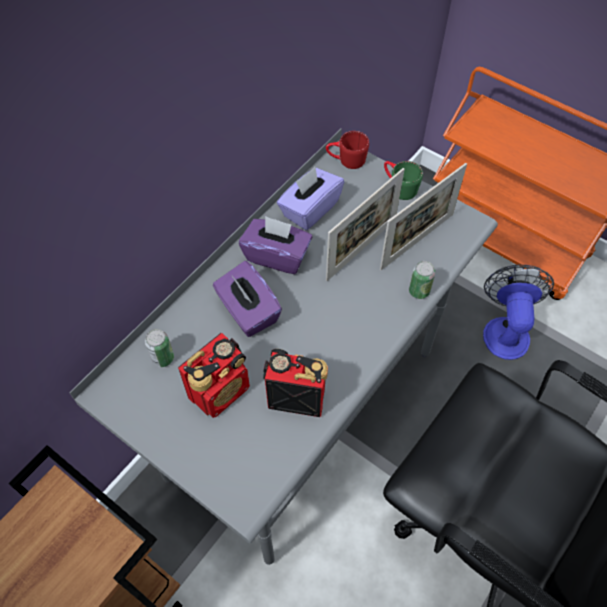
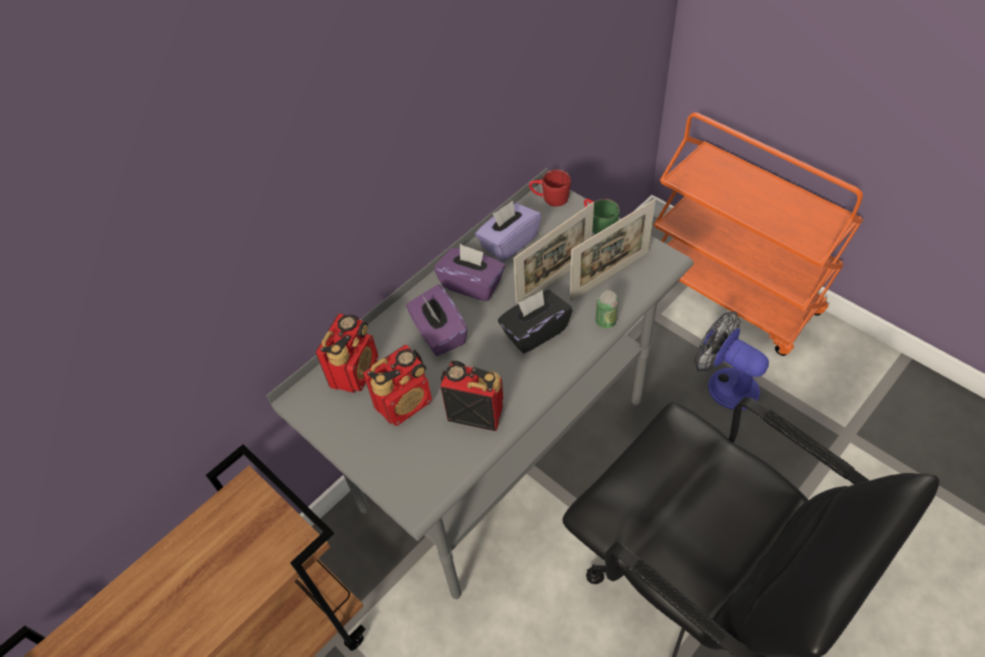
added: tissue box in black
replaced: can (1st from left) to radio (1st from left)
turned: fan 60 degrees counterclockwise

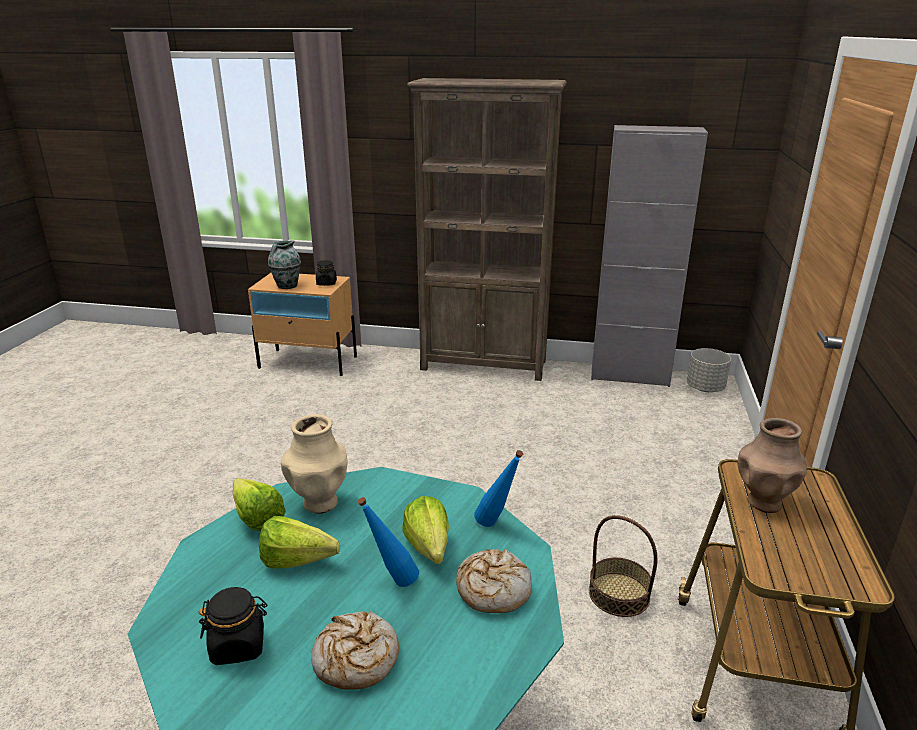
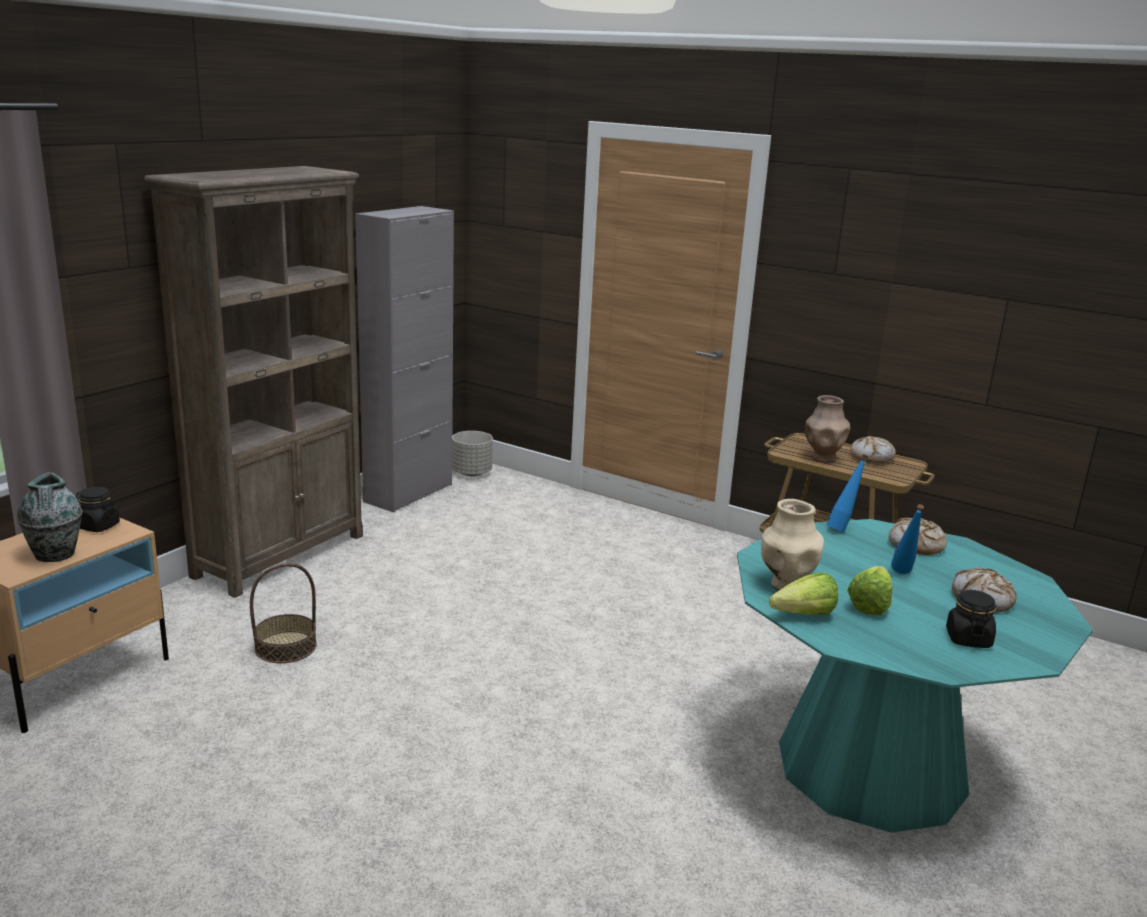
removed: lettuce (3rd from left)
added: bread (1st from left)
moved: basket

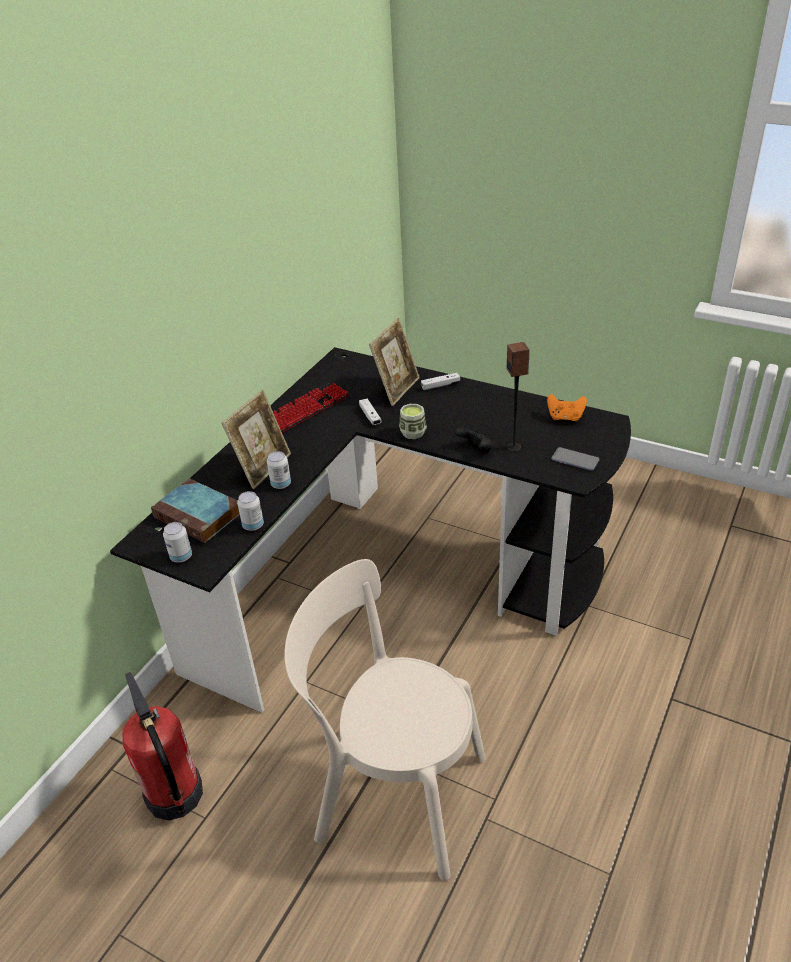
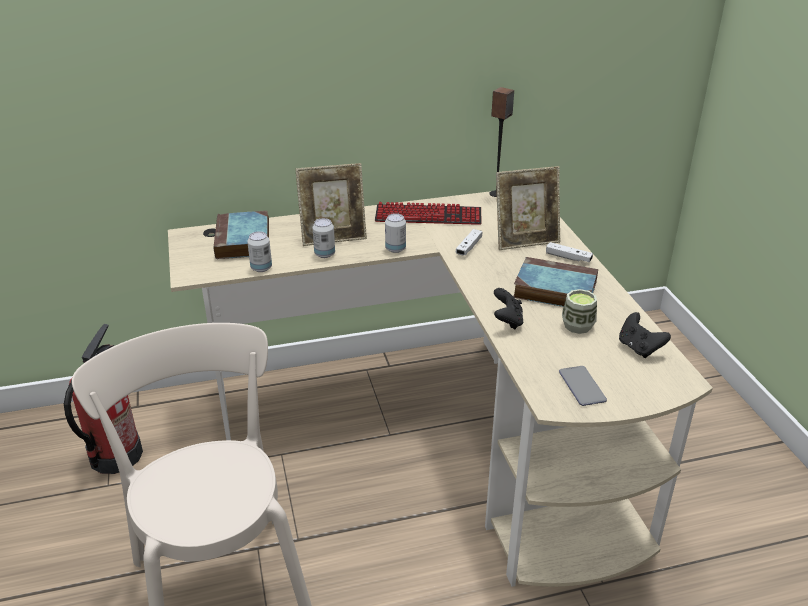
added: book (2nd from left)
moved: can (1st from left in the first image) to can (3rd from left); speaker; cup
recoloured: desk in black to desk in beige; game controller in orange to game controller in black (2nd from left)

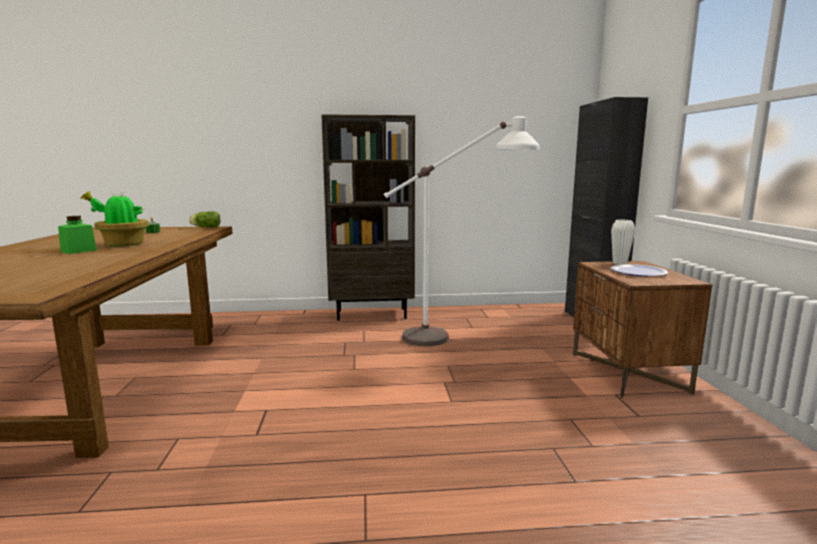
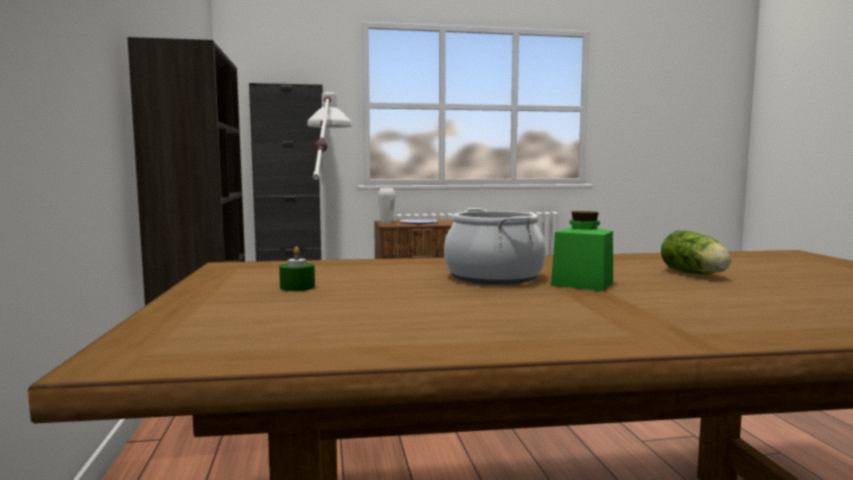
moved: lettuce
replaced: potted plant to cooking pot

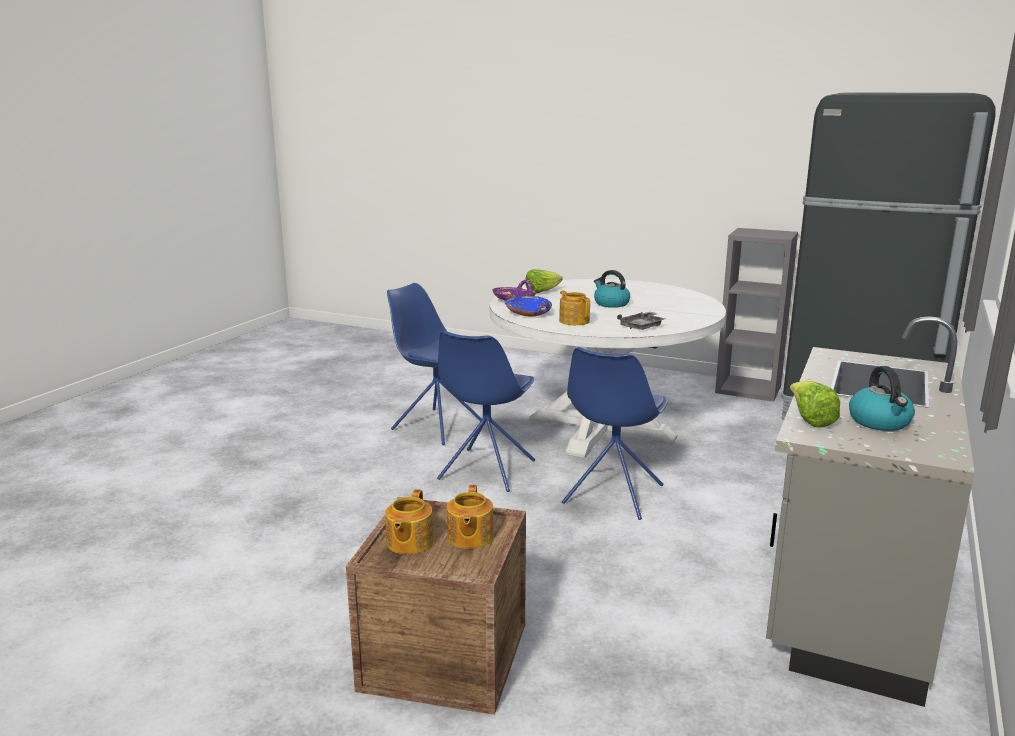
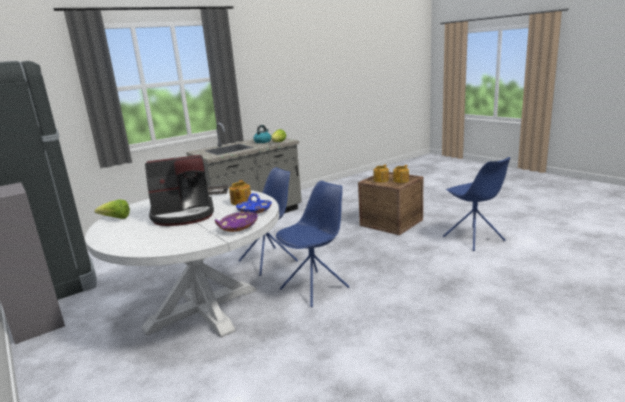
moved: lettuce (1st from left); chair in blue (1st from left in the first image) to chair in blue (3rd from left)
replaced: kettle (1st from left) to coffee machine

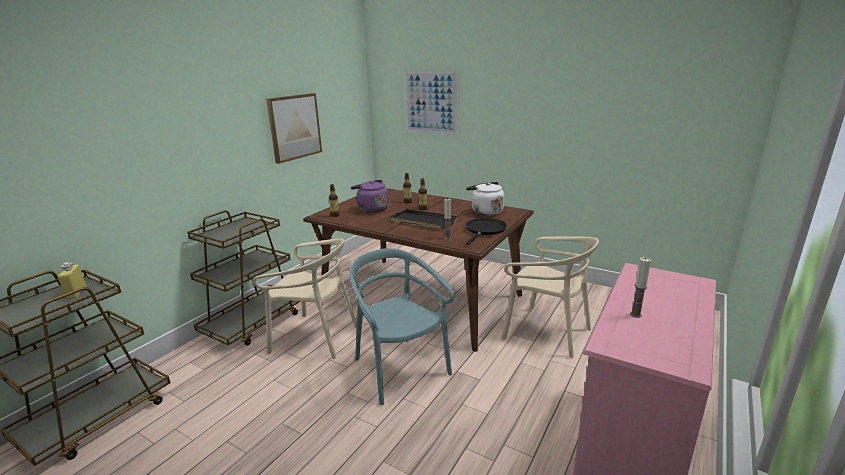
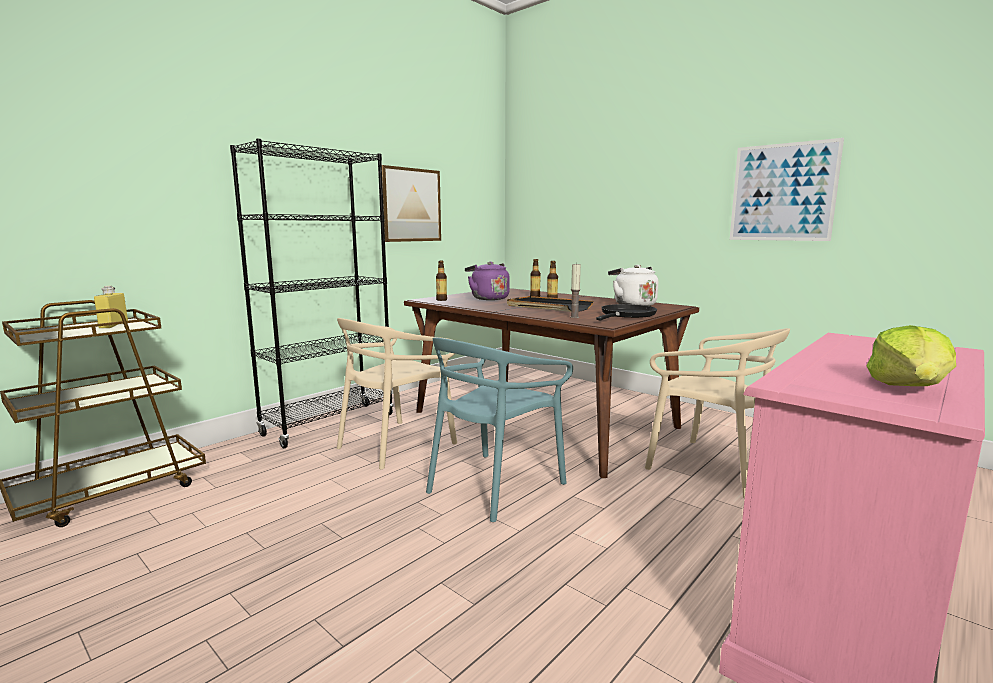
removed: candle (2nd from left)
added: lettuce
moved: picture (2nd from left)
replaced: cart in brown (2nd from left) to bookcase in black
turned: chair in beige (1st from left) 105 degrees clockwise; chair in turquoise 120 degrees counterclockwise

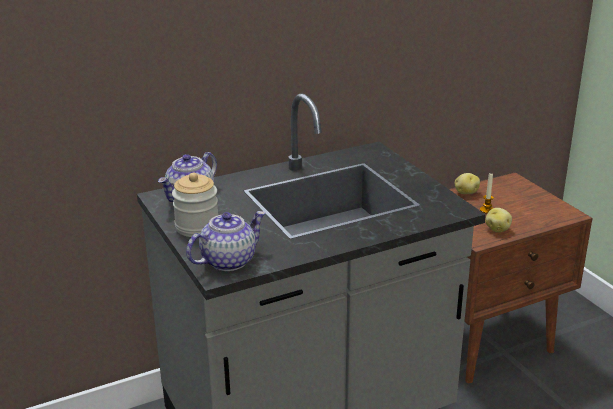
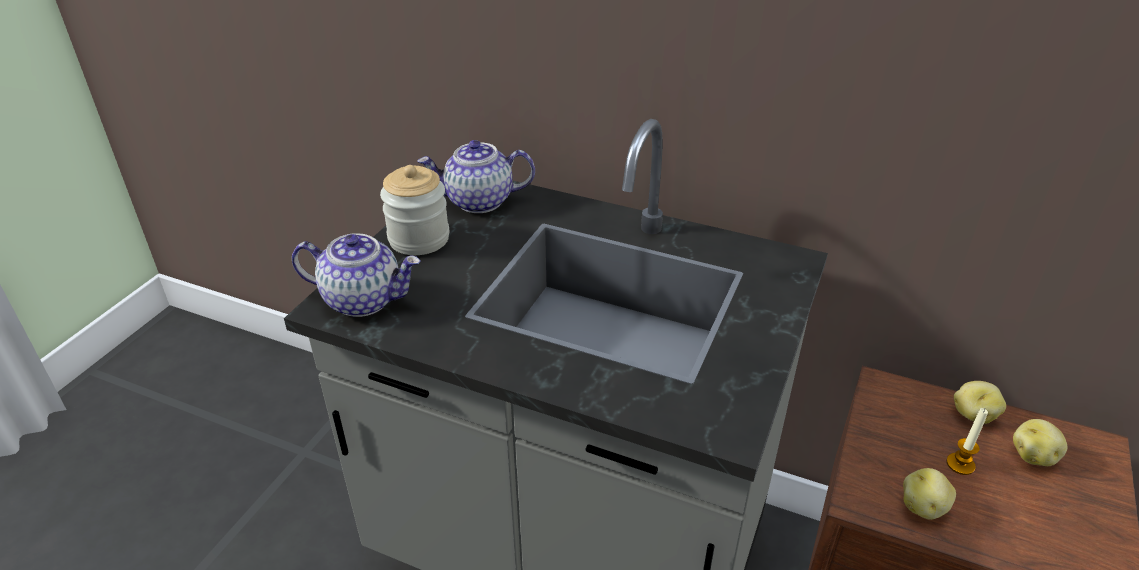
added: potato (3rd from left)

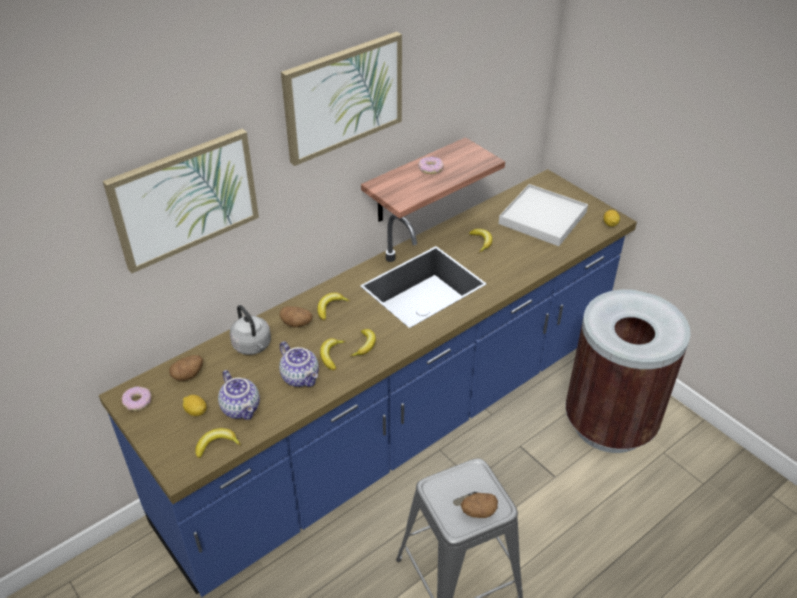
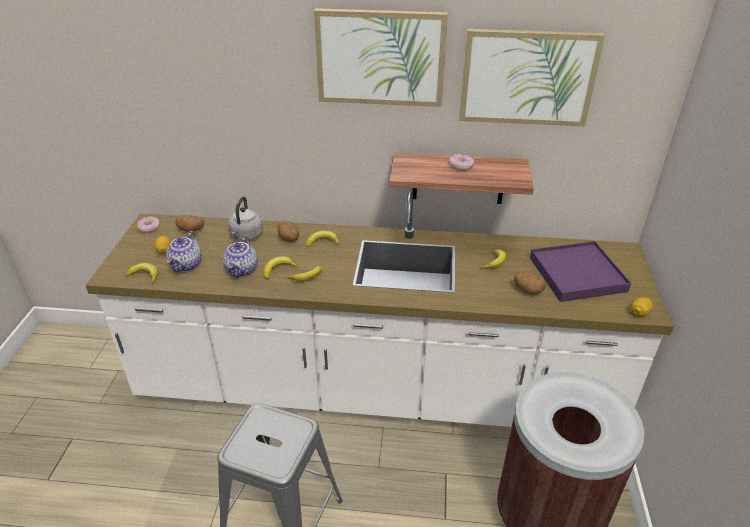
moved: picture (1st from left in the first image) to picture (2nd from left); potato (3rd from left)
recoloured: counter in blue to counter in white; tray in white to tray in purple

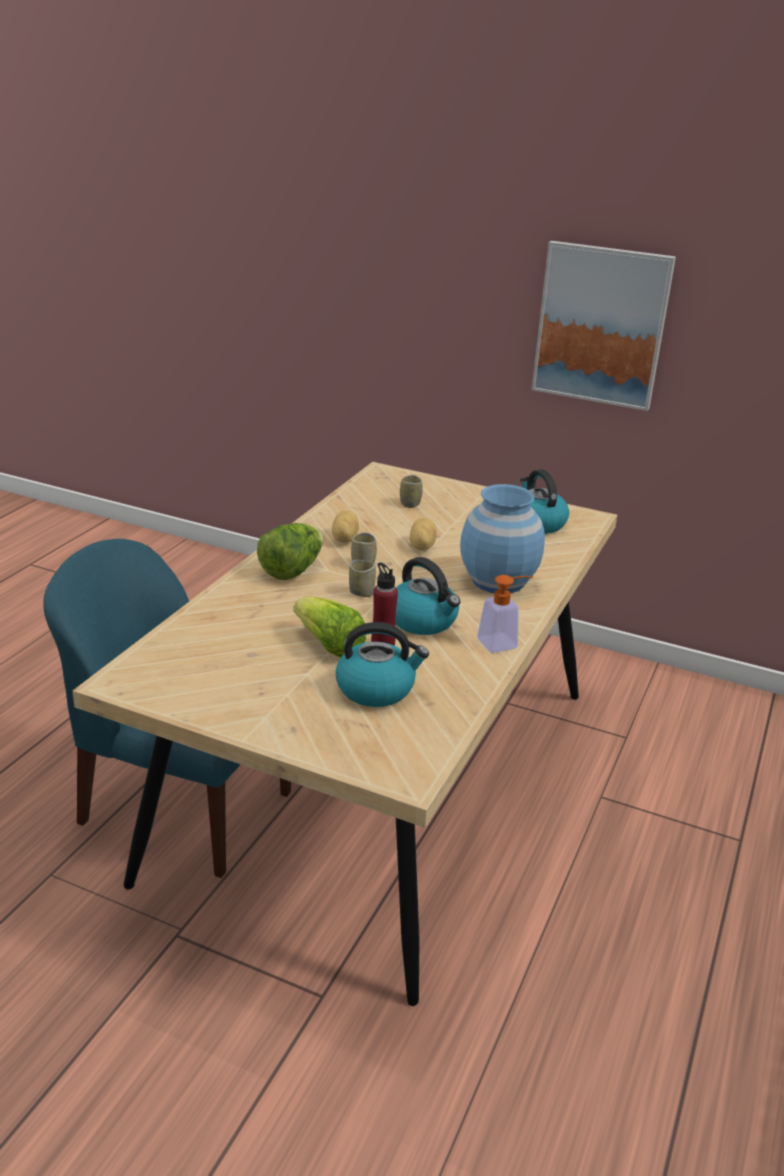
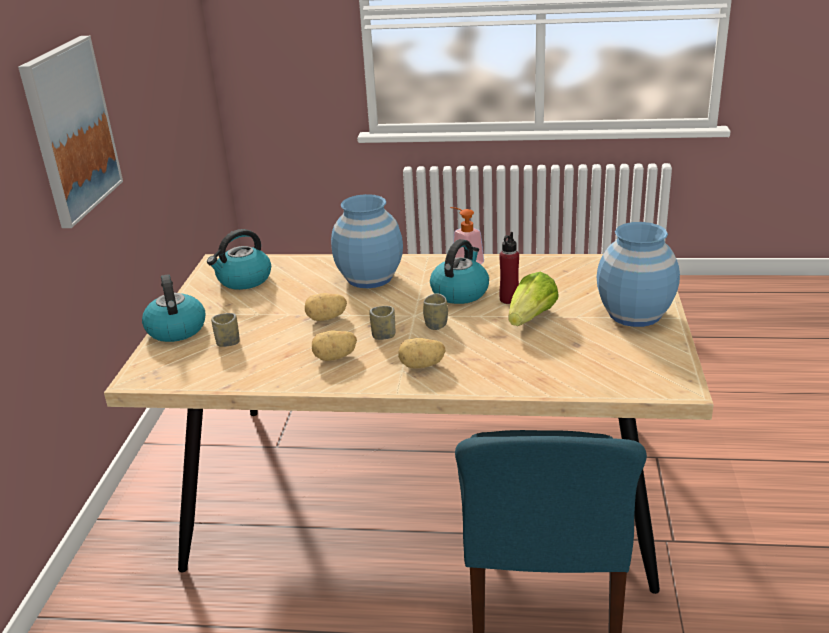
added: vase in blue (2nd from left)
moved: kettle (1st from left)
replaced: lettuce (1st from left) to potato (3rd from left)

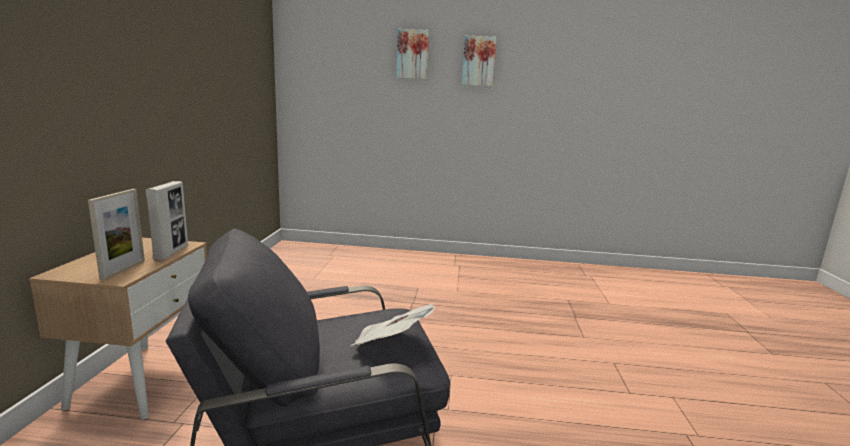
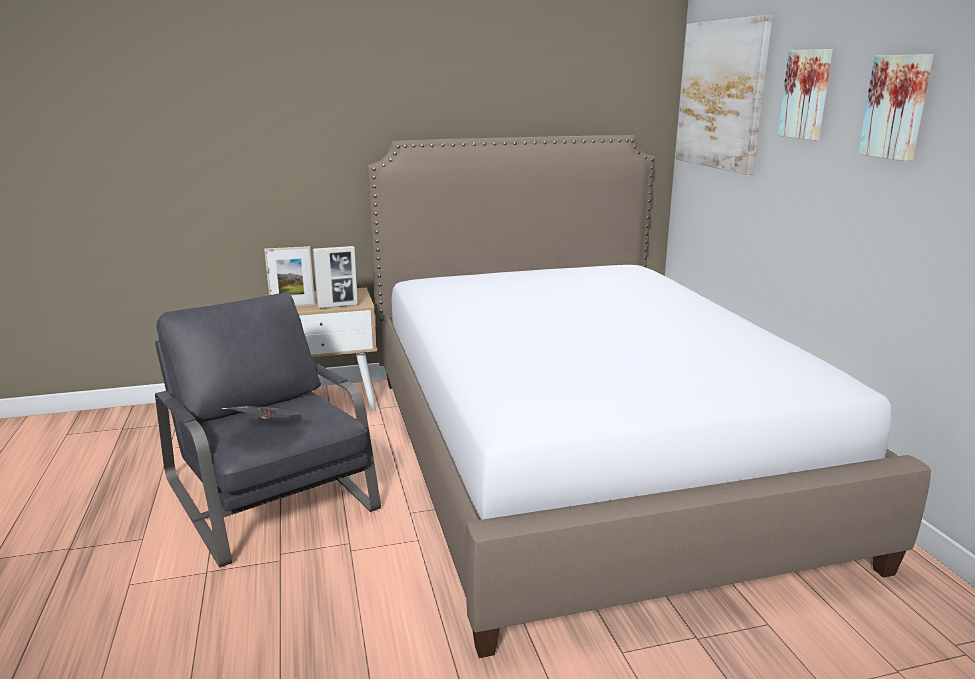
added: bed; picture (1st from left)

